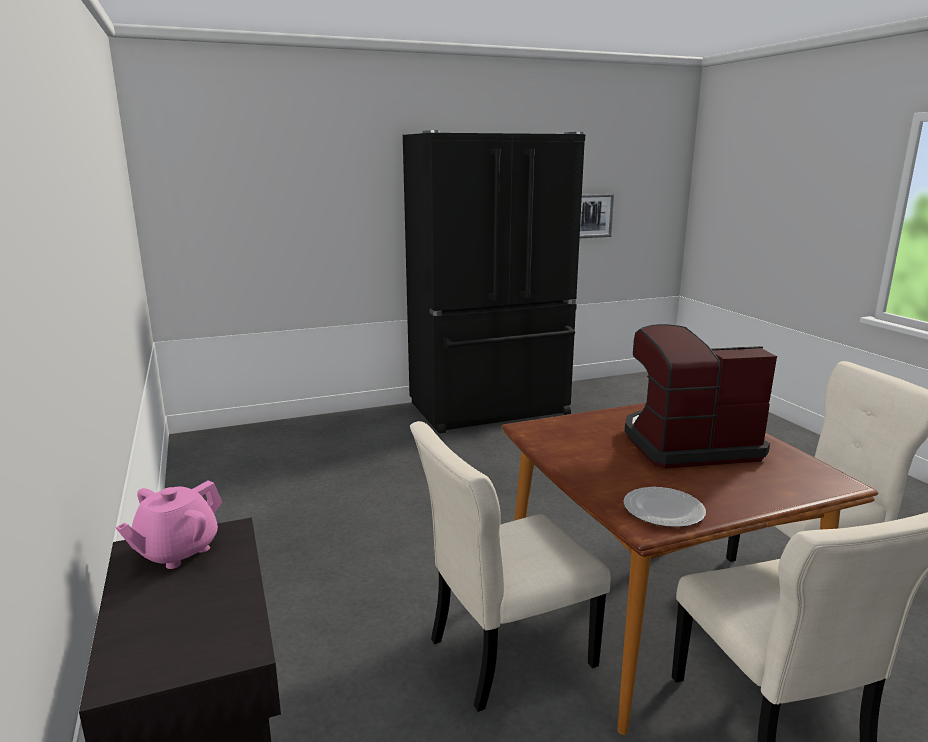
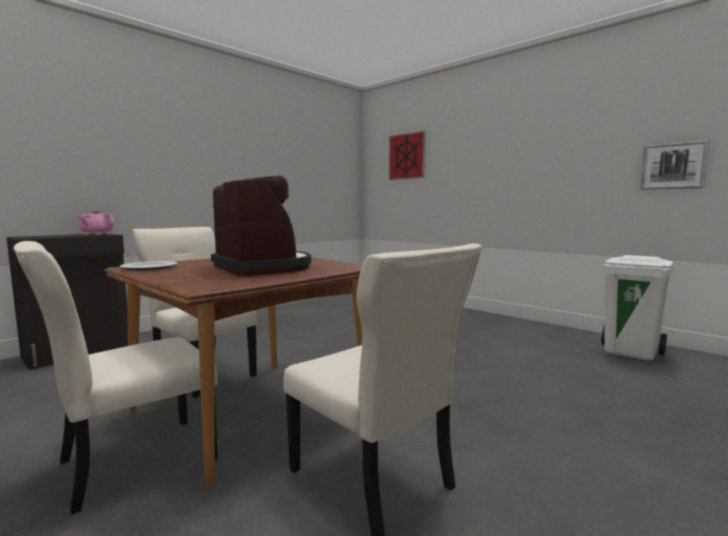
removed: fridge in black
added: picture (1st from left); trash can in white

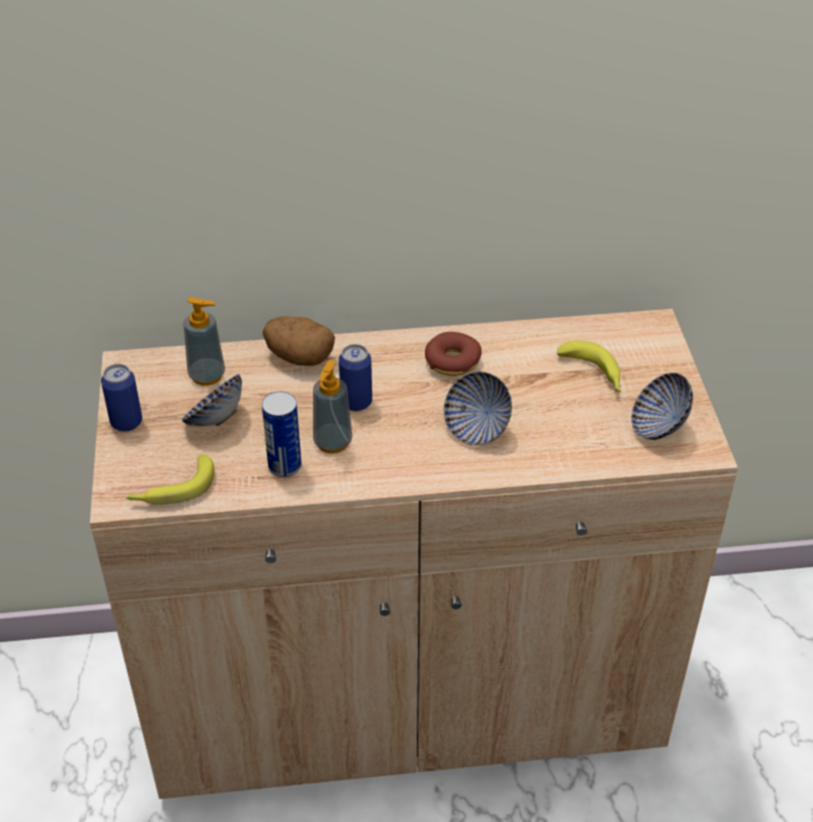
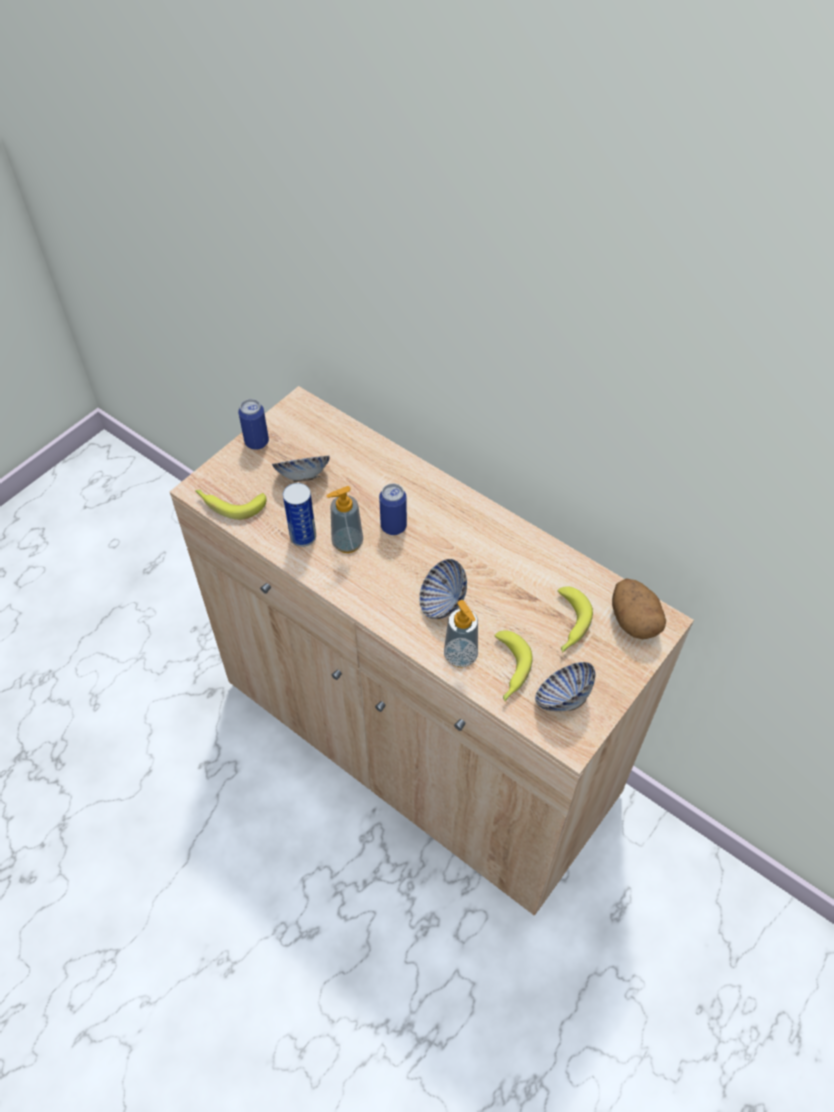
removed: donut
added: banana (2nd from left)
moved: soap dispenser (1st from left in the first image) to soap dispenser (2nd from left); potato

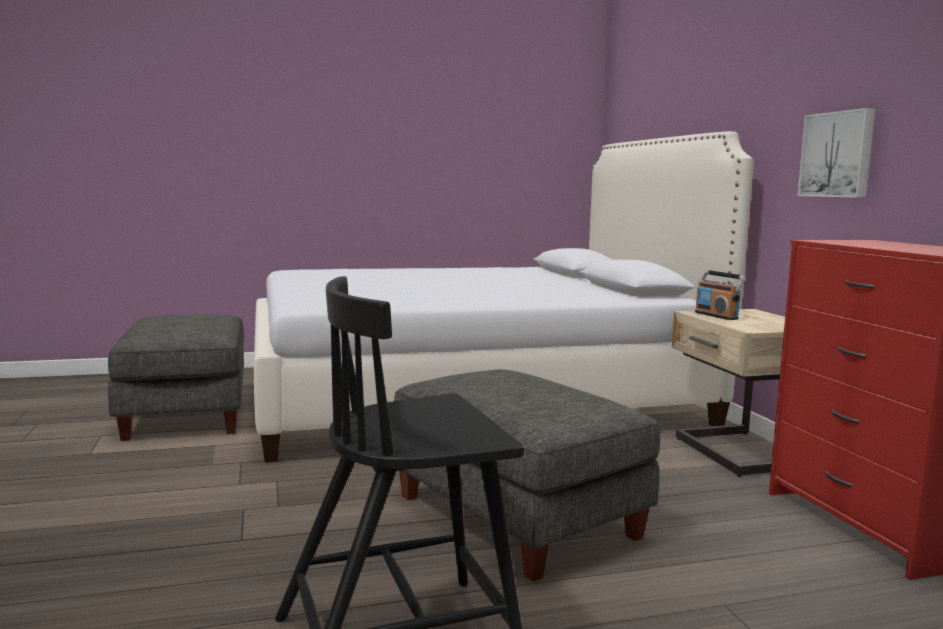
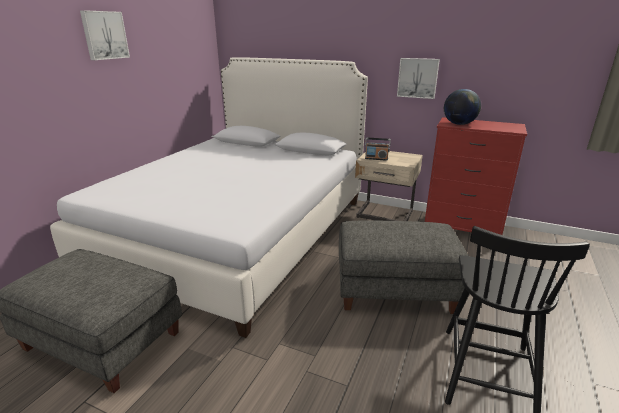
added: picture (1st from left); globe

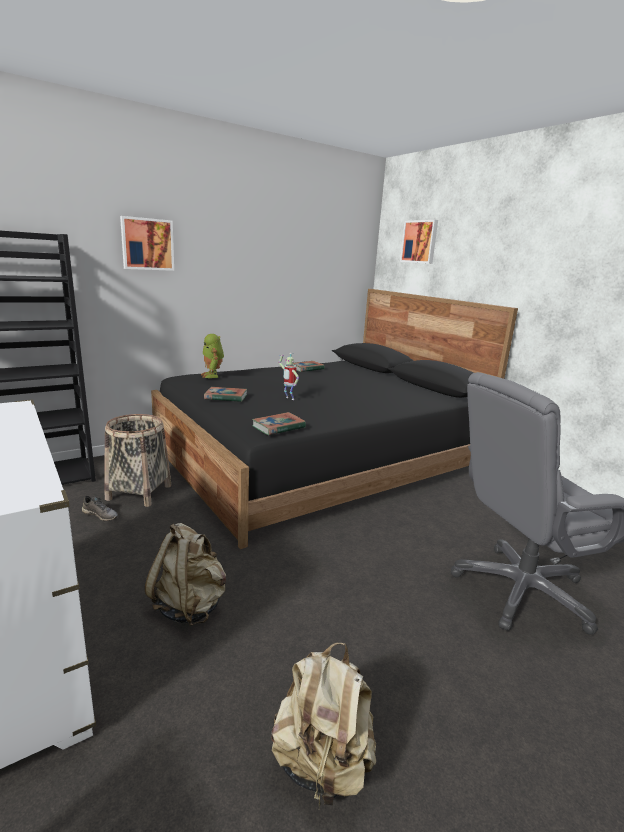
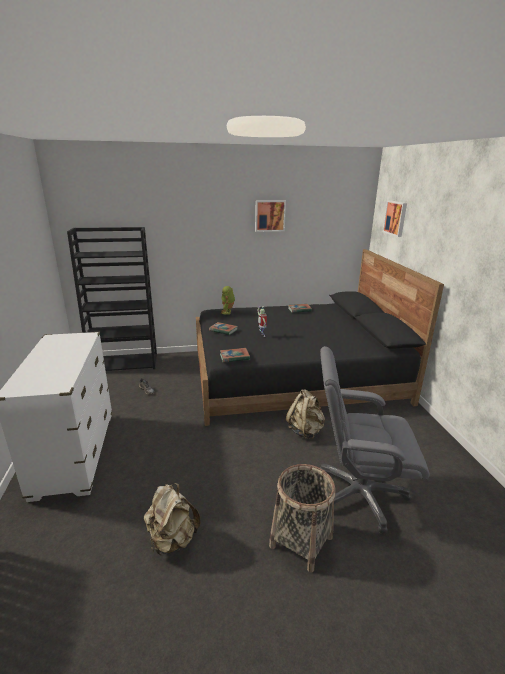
moved: picture (1st from left); basket; backpack in beige (1st from left in the first image) to backpack in beige (2nd from left)

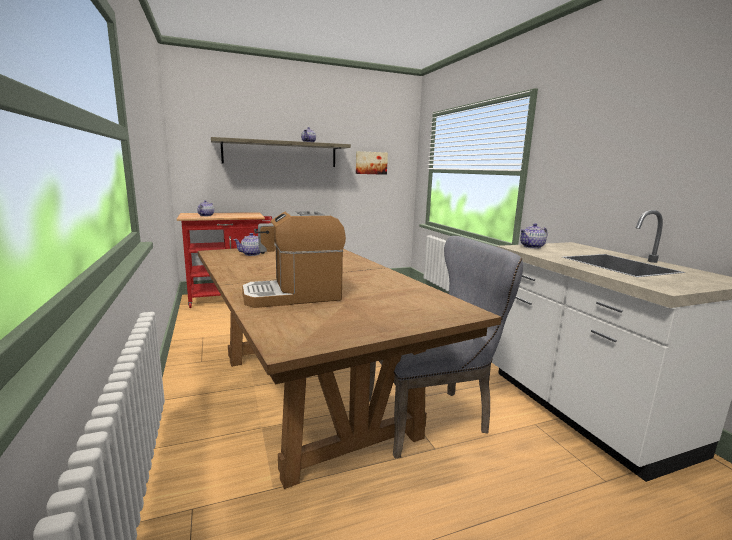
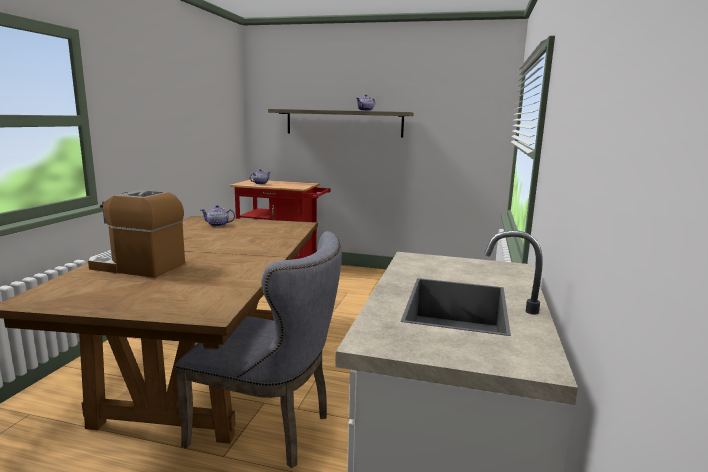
removed: picture; teapot (4th from left)

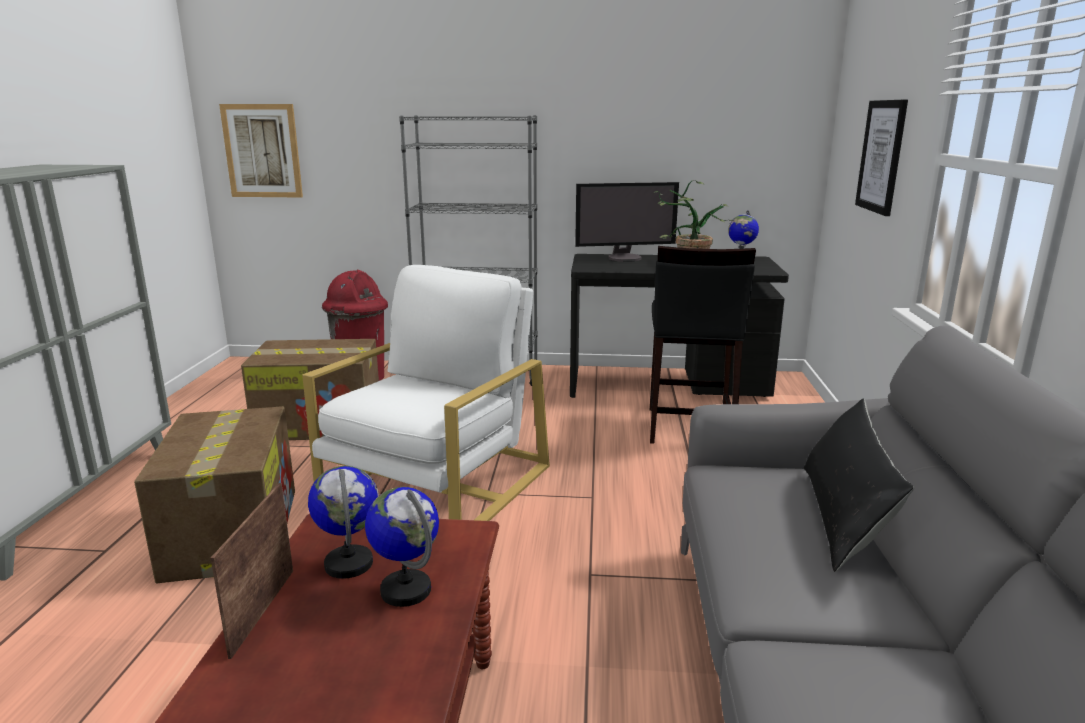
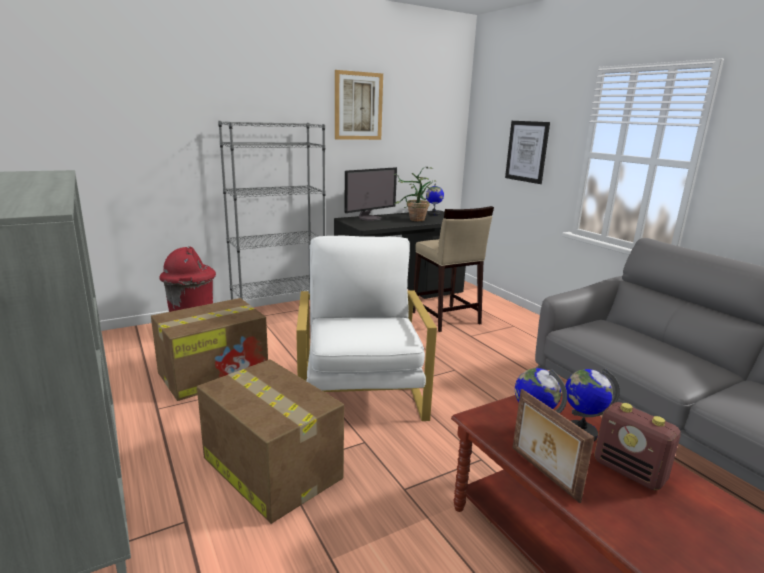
removed: pillow in black
added: radio
moved: picture (1st from left)
recoloured: stool in black to stool in beige

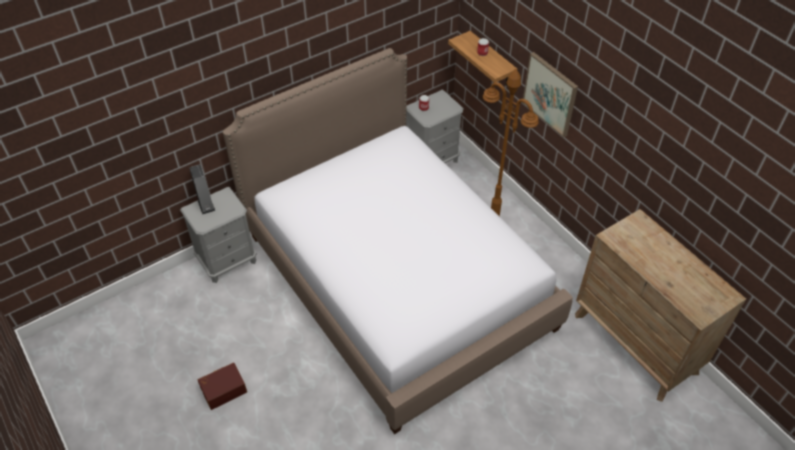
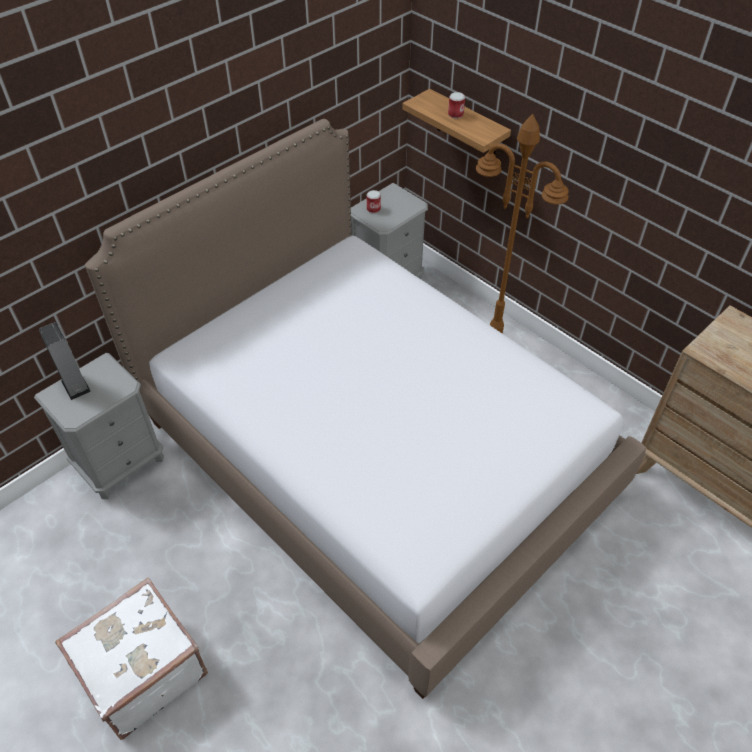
removed: picture
replaced: storage box in brown to suitcase in white

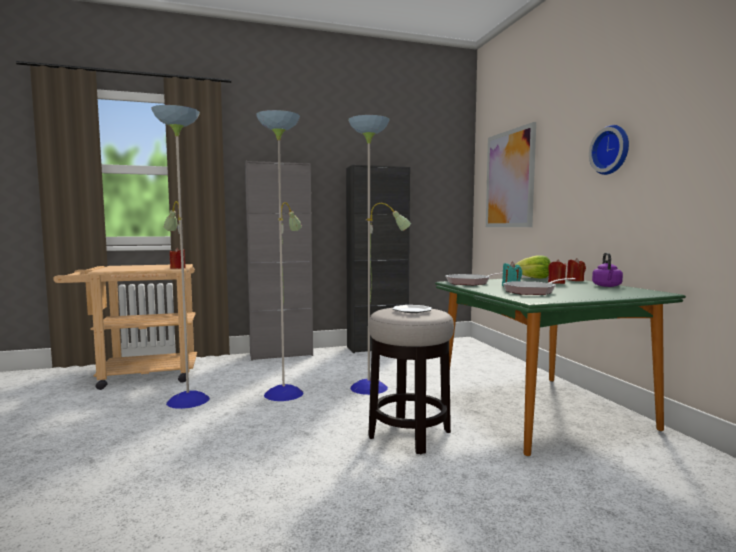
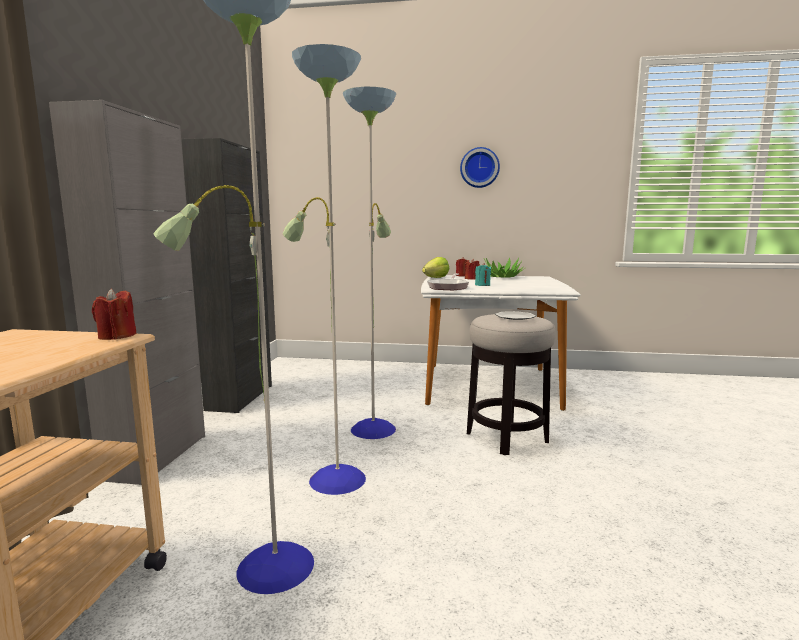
removed: picture; frying pan (2nd from left)
replaced: kettle in purple to potted plant
recoloured: dining table in green to dining table in white

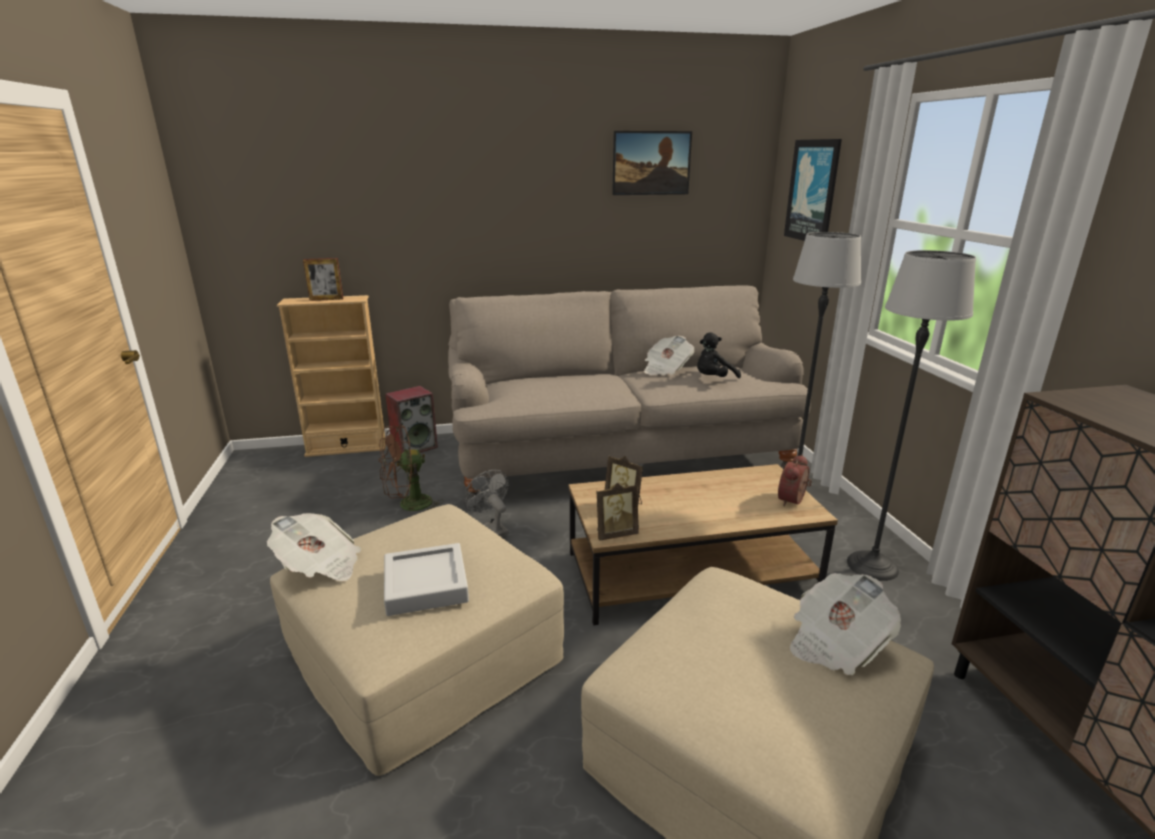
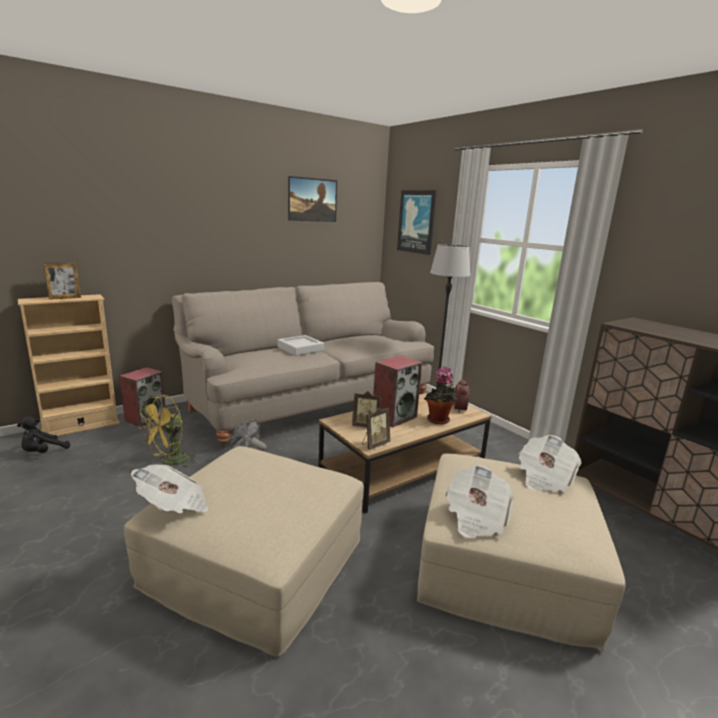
removed: floor lamp (2nd from left)
added: speaker (2nd from left); potted plant
moved: plush toy in black; tray in grey; newspaper (2nd from left)
recoloured: fan in brown to fan in yellow

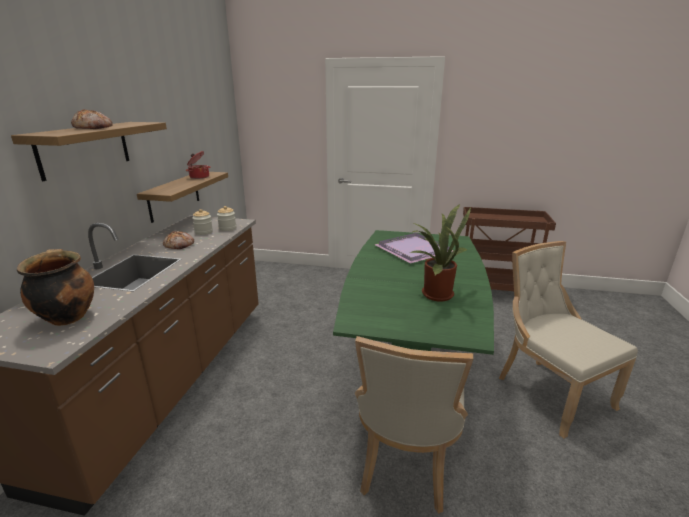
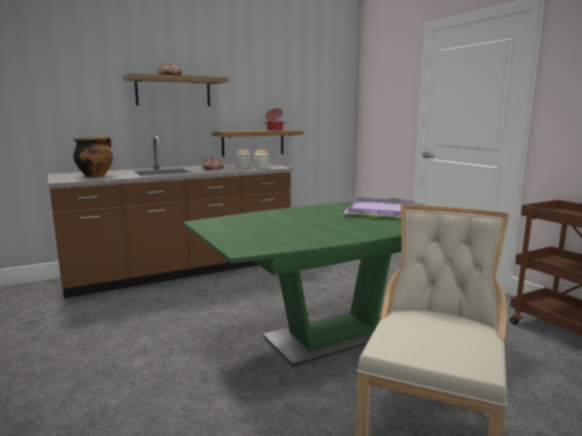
removed: chair in beige (1st from left); potted plant

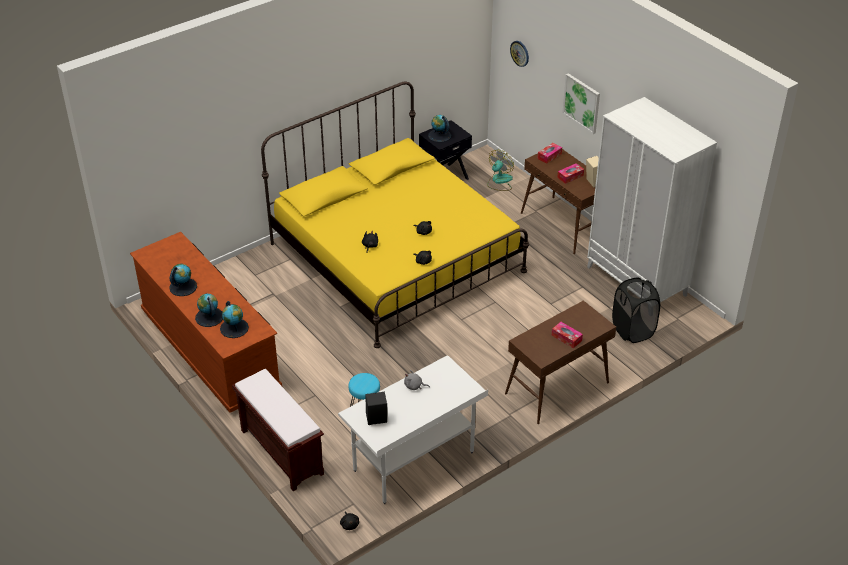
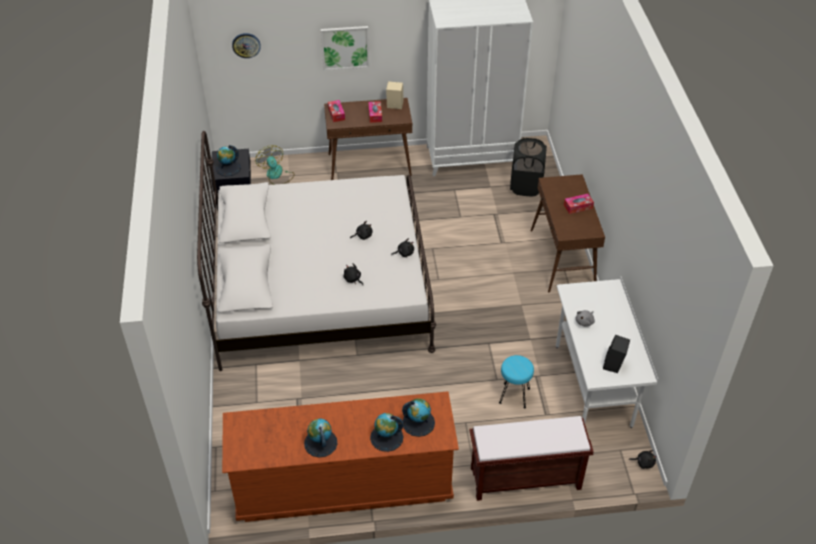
recoloured: bed in yellow to bed in white

